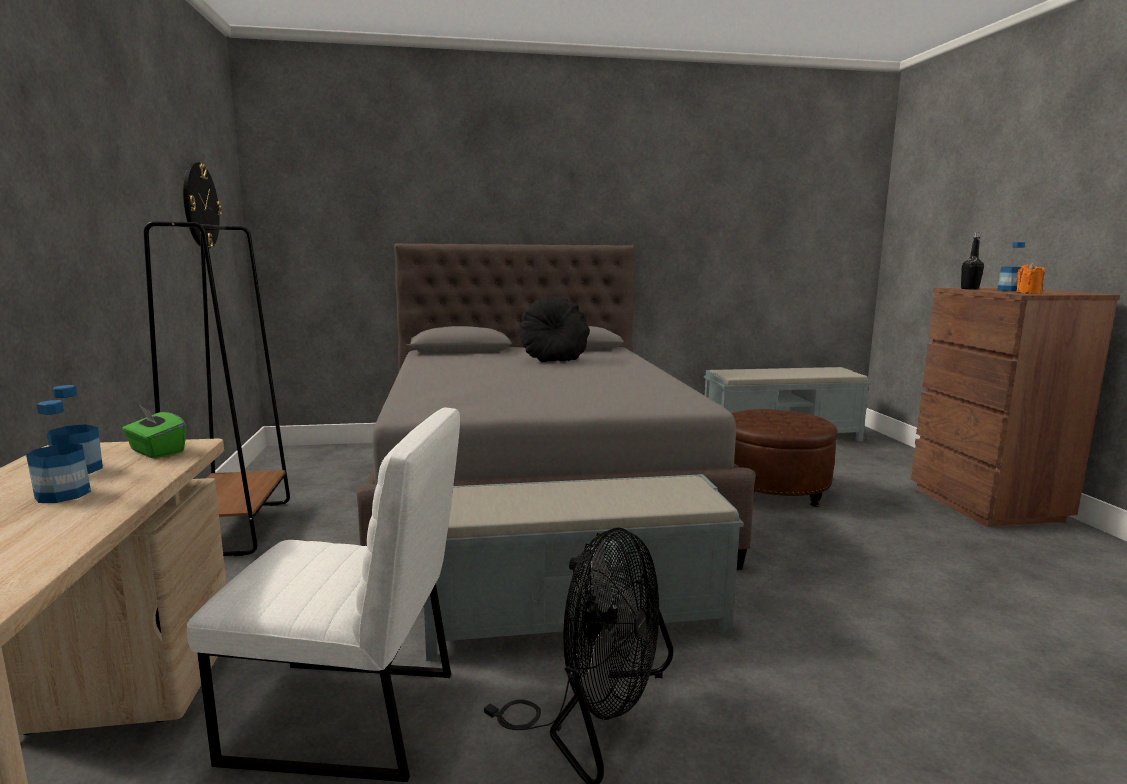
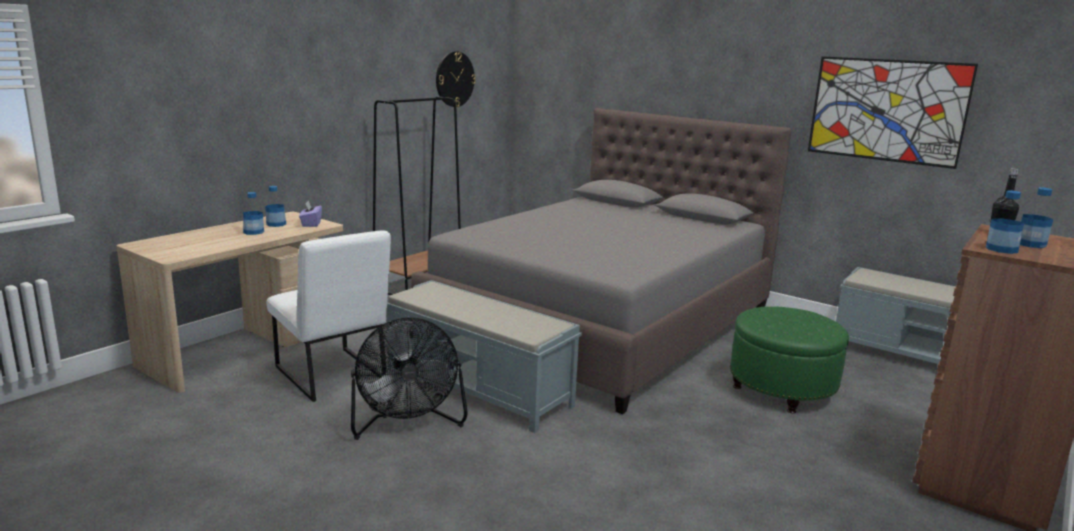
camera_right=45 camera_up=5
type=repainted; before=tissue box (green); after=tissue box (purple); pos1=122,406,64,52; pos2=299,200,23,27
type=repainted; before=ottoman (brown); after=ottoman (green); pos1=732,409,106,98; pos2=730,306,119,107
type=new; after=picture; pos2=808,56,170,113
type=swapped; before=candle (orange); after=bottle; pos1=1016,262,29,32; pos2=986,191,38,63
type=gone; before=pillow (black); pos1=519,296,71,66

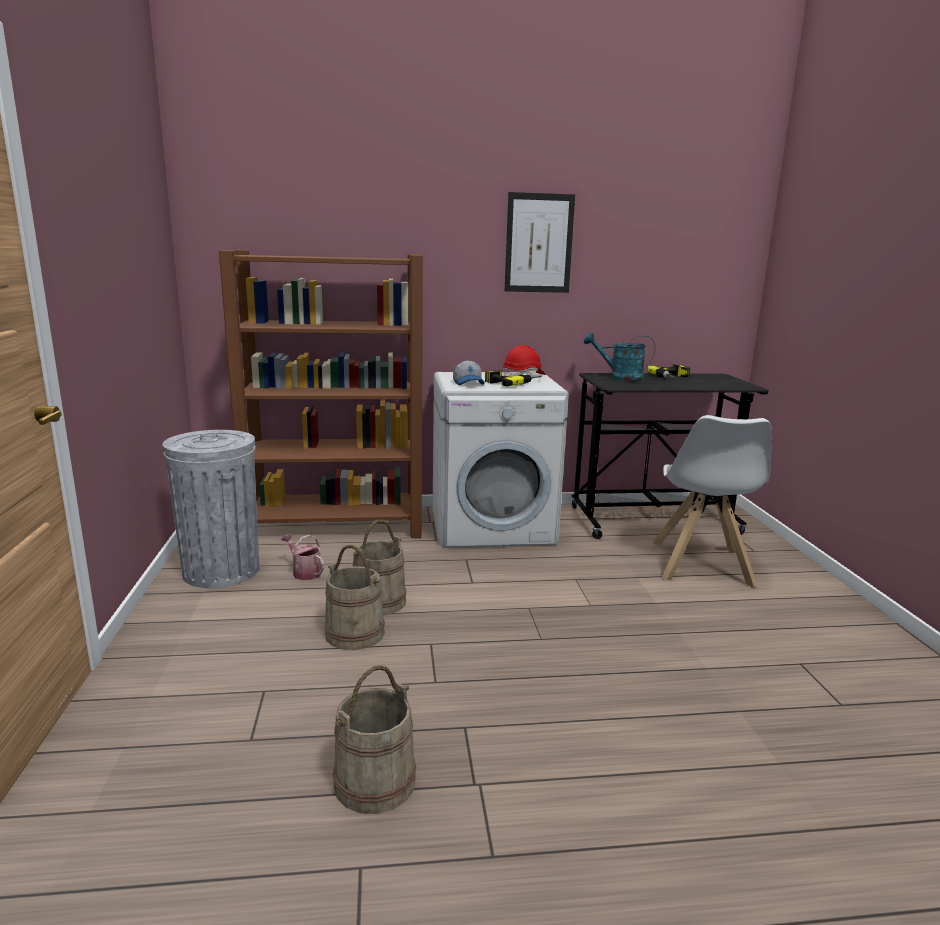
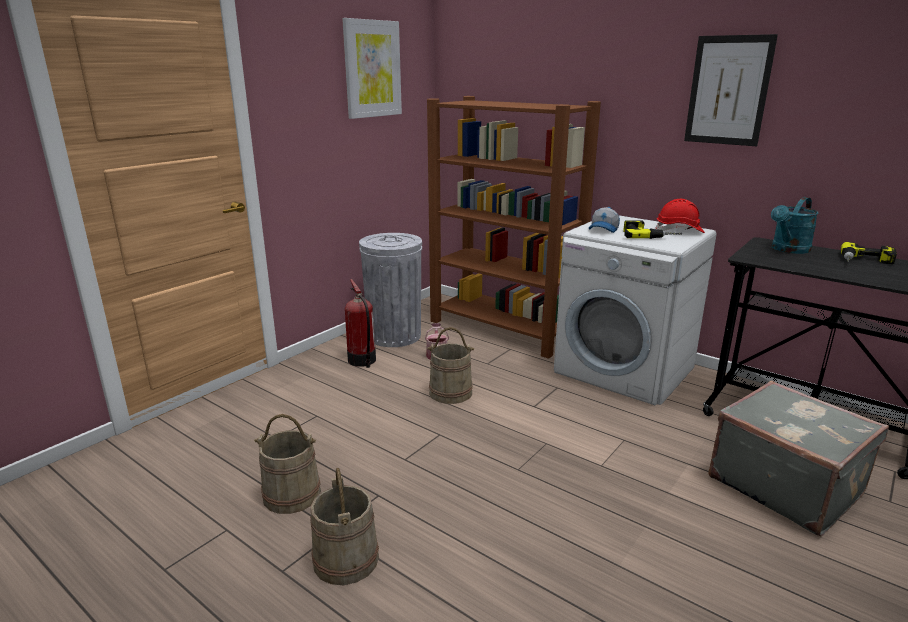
camera_right=45 camera_up=5
type=shifted; before=bucket (beige); pos1=324,545,61,105; pos2=310,468,69,117
type=new; after=picture; pos2=342,18,60,101
type=new; after=fire extinguisher; pos2=345,279,31,89
type=swapped; before=chair; after=suitcase (grey); pos1=652,415,120,173; pos2=708,381,181,155
type=rotated; before=watering can (turquoise); pos1=584,332,72,49; pos2=771,197,48,57; turn=-105

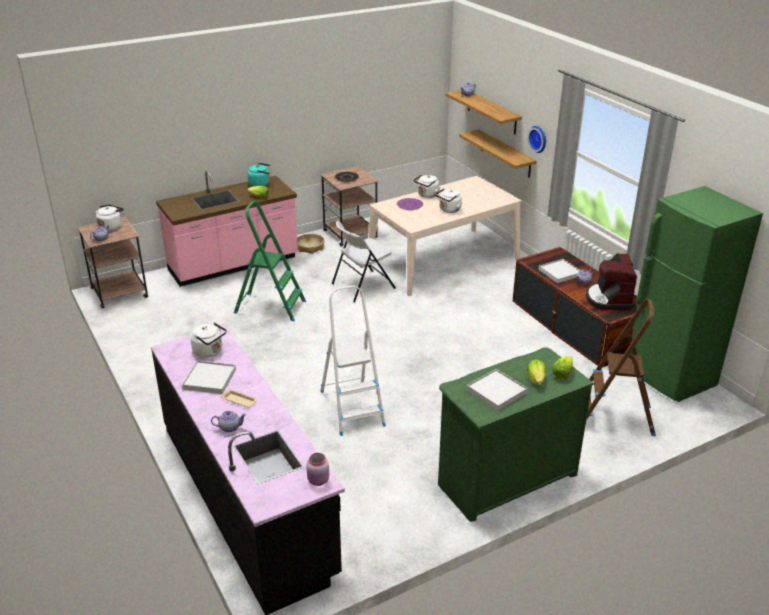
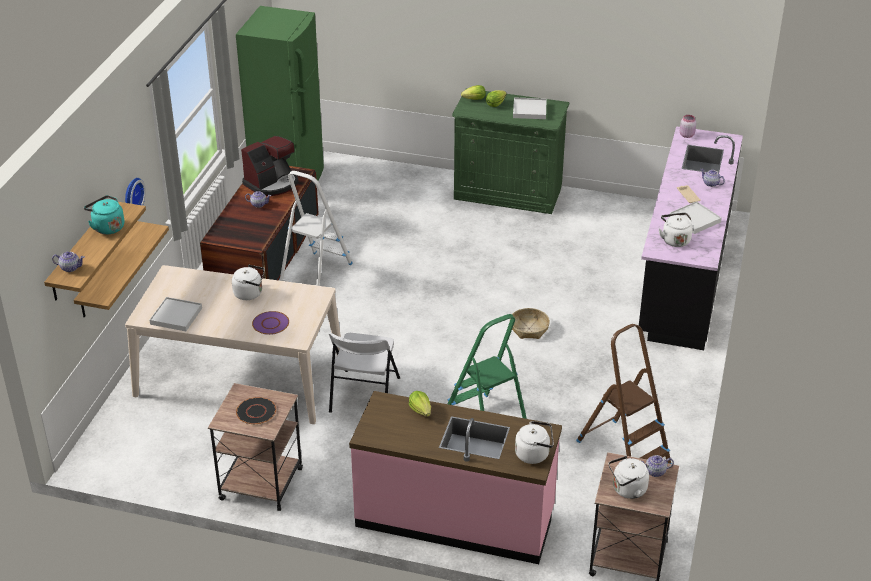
camera_right=-135 camera_up=5
type=shifted; before=kettle (turquoise); pos1=248,163,23,24; pos2=84,195,41,40
type=shifted; before=tray (white); pos1=538,259,42,24; pos2=149,297,53,34
type=shifted; before=step ladder (white); pos1=321,285,65,151; pos2=279,171,74,115
type=rotated; before=chair (white); pos1=332,221,64,82; pos2=329,333,71,80; turn=90
type=shifted; before=basket; pos1=297,234,28,20; pos2=510,308,40,31
type=shifted; before=kettle (white); pos1=414,174,26,24; pos2=515,421,39,43
type=shifted; before=step ladder (brown); pos1=586,299,70,137; pos2=576,324,96,140

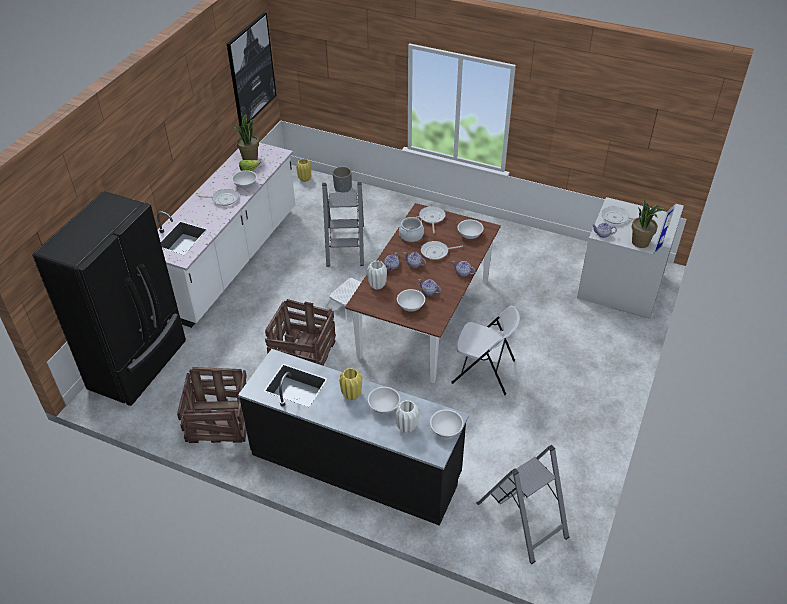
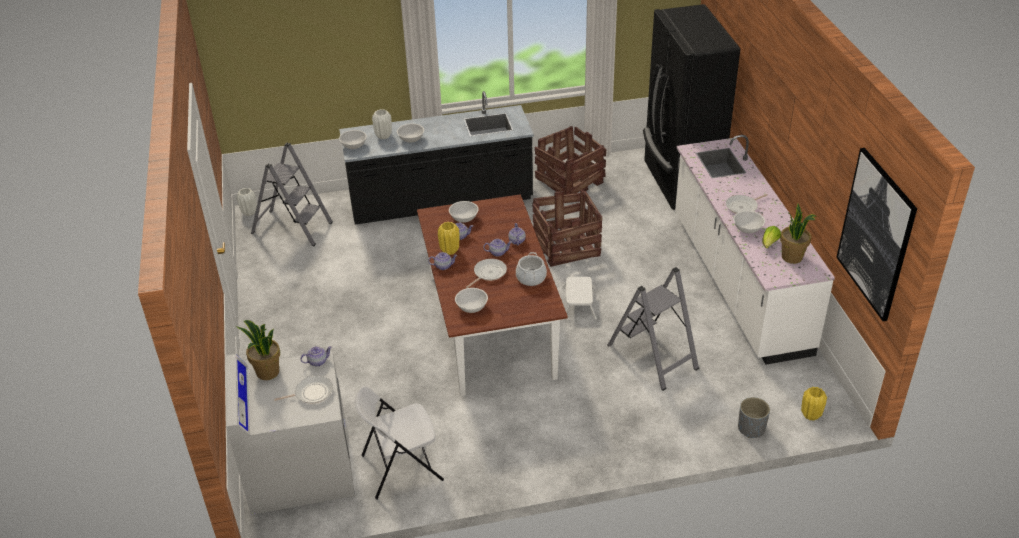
camera_right=145 camera_up=-5
type=shifted; before=vase (white); pos1=367,261,20,29; pos2=237,188,20,28
type=shifted; before=chair (white); pos1=452,306,68,89; pos2=355,386,89,114
type=shifted; before=vase (yellow); pos1=339,368,23,32; pos2=438,222,21,33
type=gone; before=frying pan; pos1=419,206,27,27

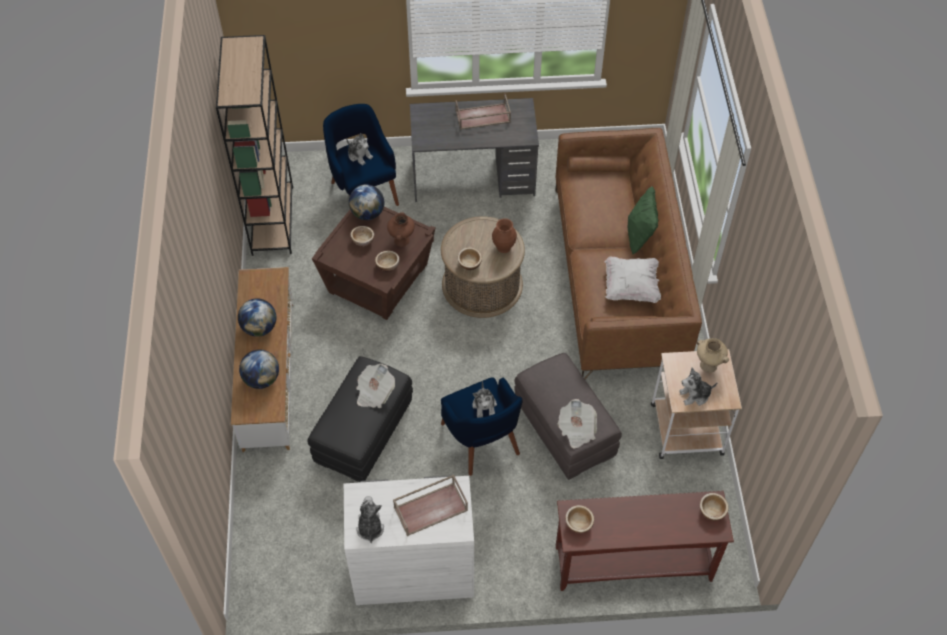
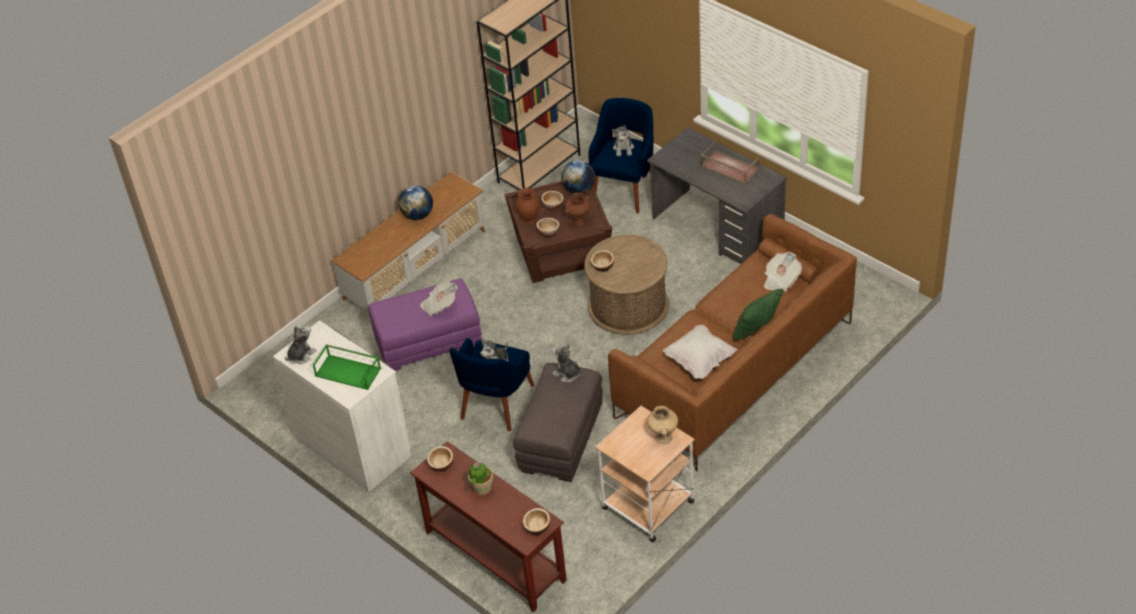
camera_right=50 camera_up=-10
type=repainted; before=tray (brown); after=tray (green); pos1=393,475,75,61; pos2=313,344,68,46
type=repainted; before=ottoman (black); after=ottoman (purple); pos1=308,356,105,126; pos2=368,278,114,93
type=new; after=potted plant; pos2=468,462,25,33
type=shifted; before=vase (brown); pos1=492,218,25,35; pos2=516,188,24,35
type=shifted; before=plush toy; pos1=679,367,38,39; pos2=552,343,32,39
type=shifted; before=newspaper; pos1=558,399,39,50; pos2=764,252,38,40
type=gone; before=globe; pos1=239,350,40,39

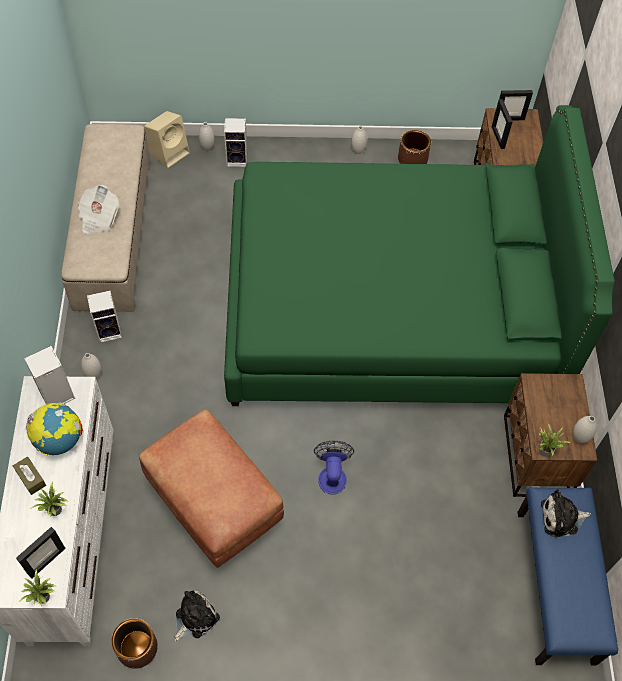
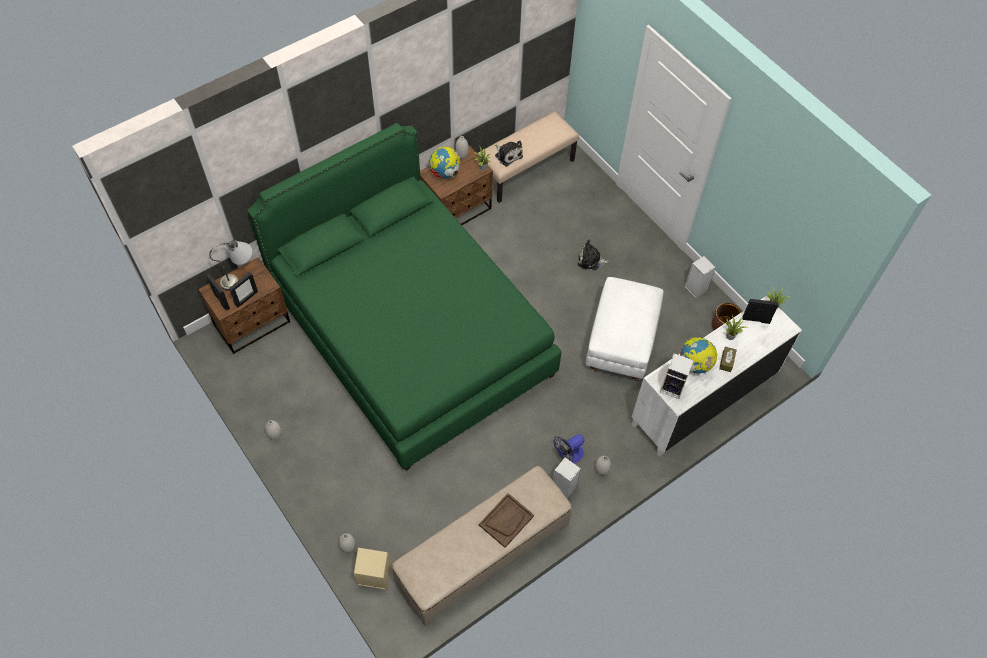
camera_right=-125 camera_up=0
type=new; after=table lamp (grey); pos2=209,240,43,51
type=new; after=globe; pos2=429,147,31,31
type=repainted; before=bench (blue); after=bench (beige); pos1=518,487,100,178; pos2=478,112,101,91
type=swapped; before=newspaper; after=tray (brown); pos1=78,185,41,49; pos2=479,493,55,55
type=shifted; before=fan; pos1=314,441,40,54; pos2=554,434,30,29
type=shifted; before=plush toy; pos1=174,591,46,50; pos2=578,240,32,30
type=repainted; before=ottoman (brown); after=ottoman (white); pos1=139,409,145,159; pos2=586,277,78,104
type=shifted; before=speaker; pos1=224,118,23,49; pos2=685,256,31,42
type=gone; before=planter (brown); pos1=398,130,33,34

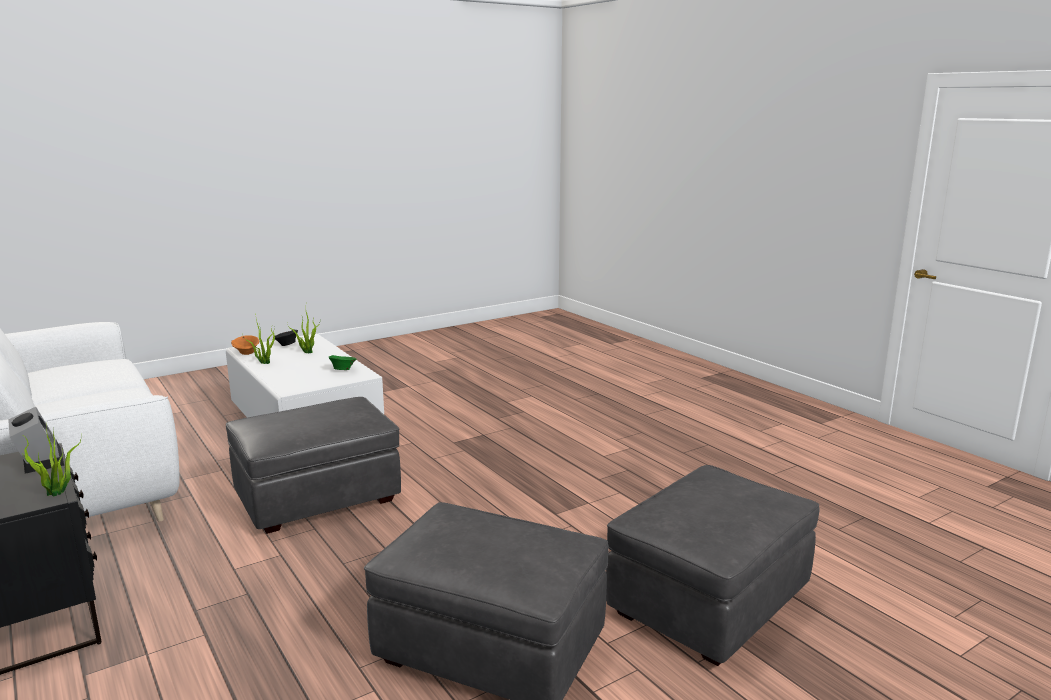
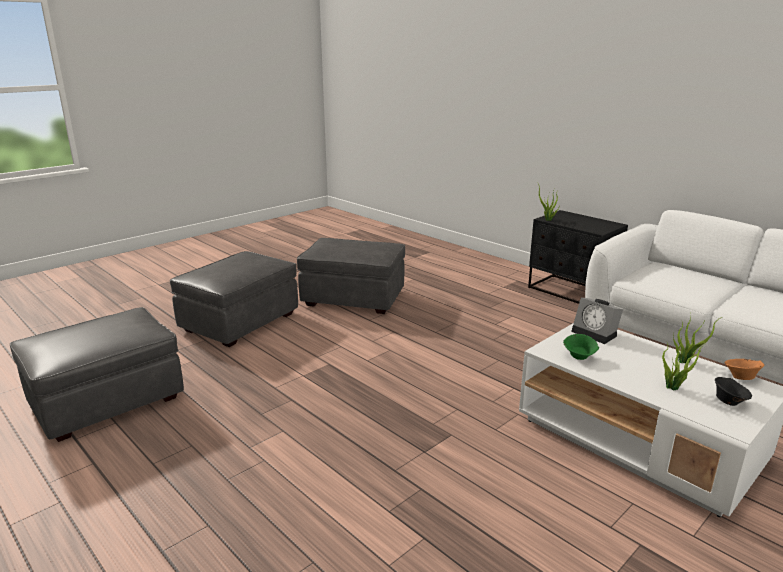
camera_right=170 camera_up=5
type=shifted; before=ottoman (grey); pos1=226,397,175,137; pos2=10,307,174,135
type=shifted; before=alarm clock; pos1=8,407,56,67; pos2=571,298,52,46

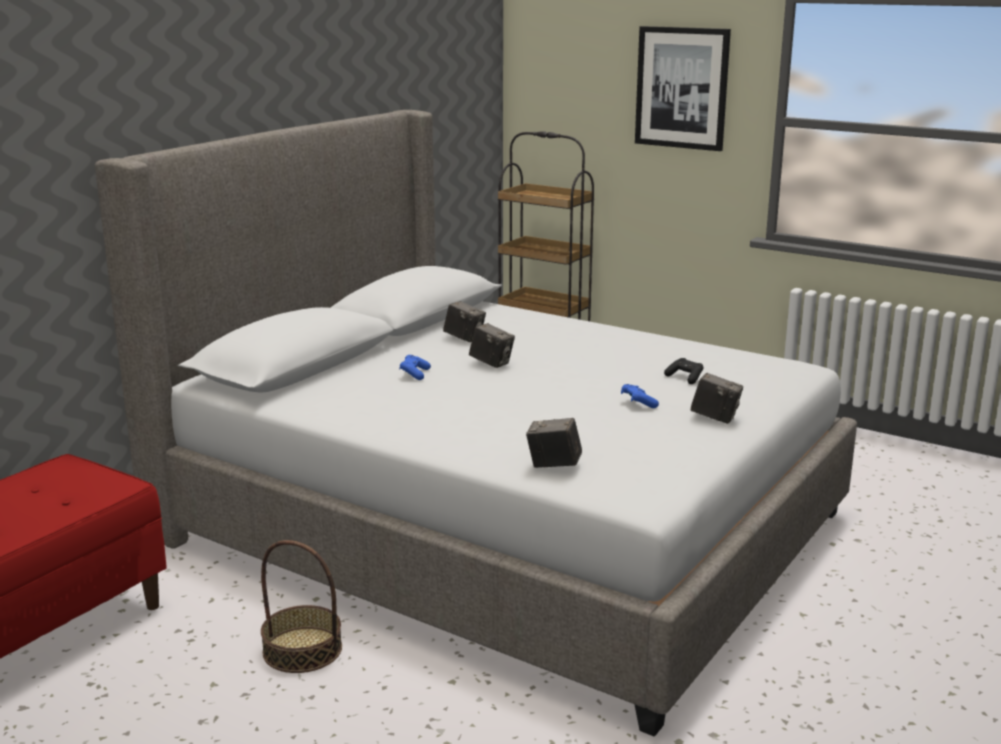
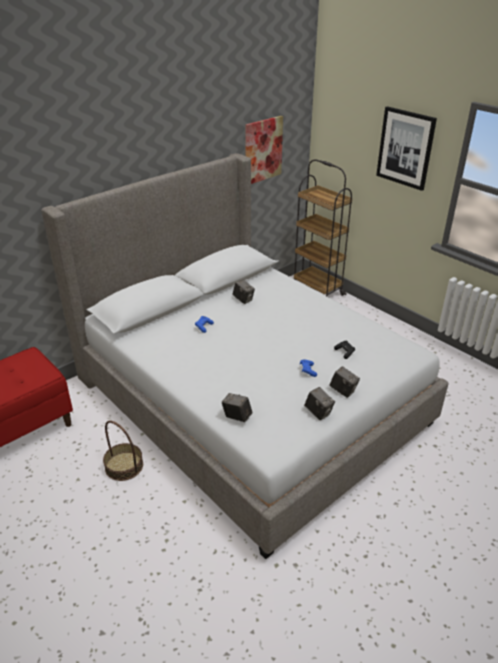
camera_right=15 camera_up=15
type=new; after=picture; pos2=245,116,38,68
type=shifted; before=photo camera; pos1=469,323,46,45; pos2=304,387,31,33

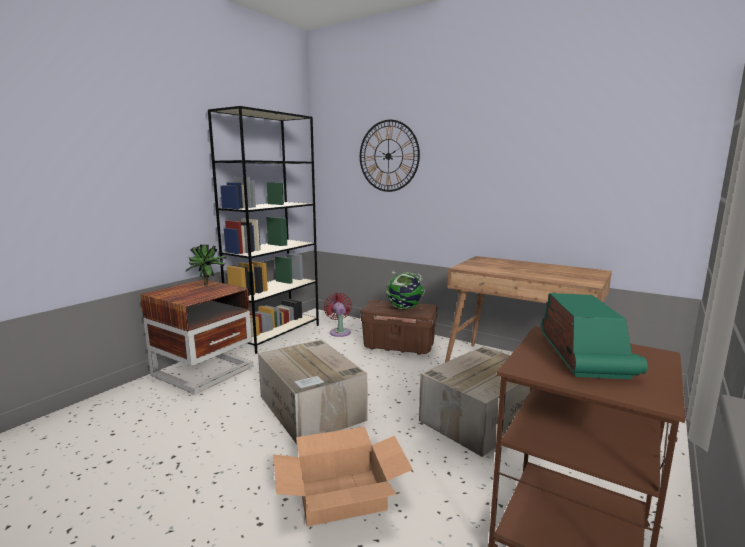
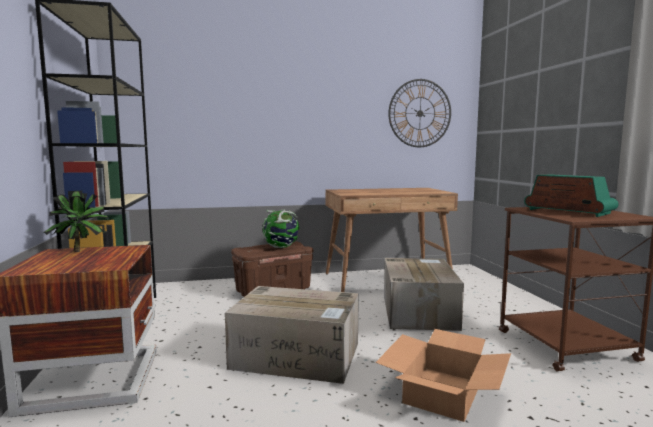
camera_right=-45 camera_up=-5
type=shifted; before=wall clock; pos1=360,120,60,72; pos2=388,79,63,68
type=gone; before=fan (red); pos1=324,293,28,44

